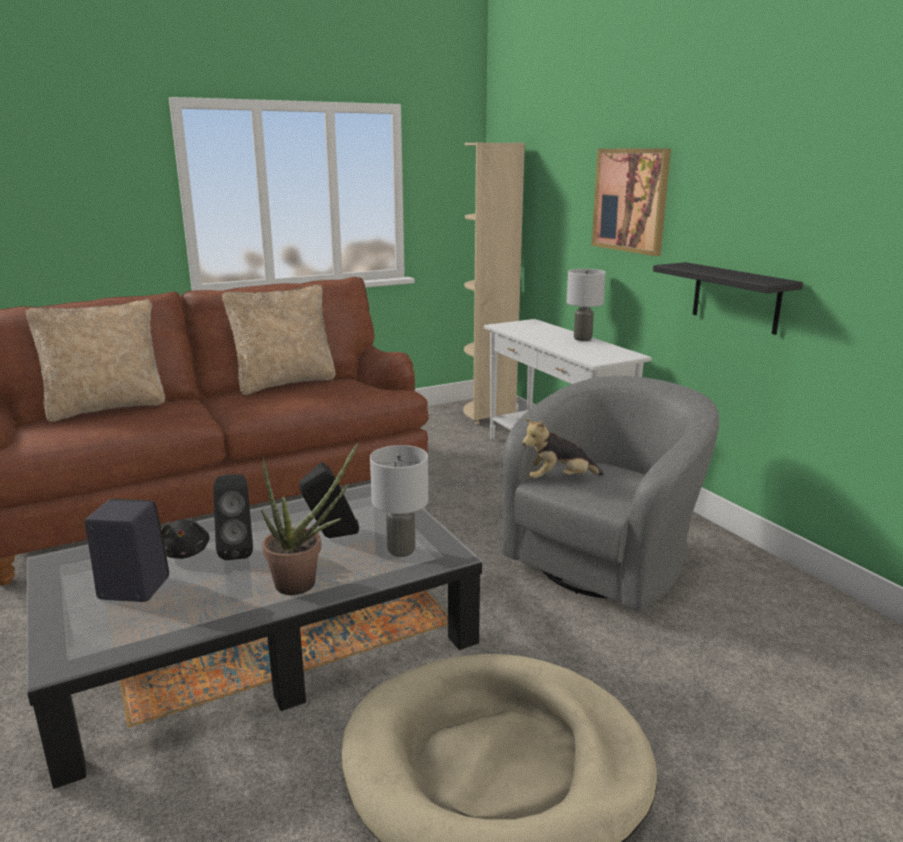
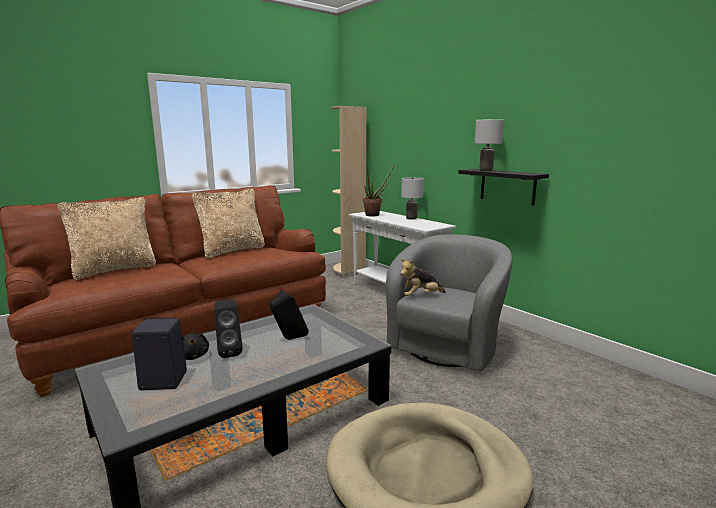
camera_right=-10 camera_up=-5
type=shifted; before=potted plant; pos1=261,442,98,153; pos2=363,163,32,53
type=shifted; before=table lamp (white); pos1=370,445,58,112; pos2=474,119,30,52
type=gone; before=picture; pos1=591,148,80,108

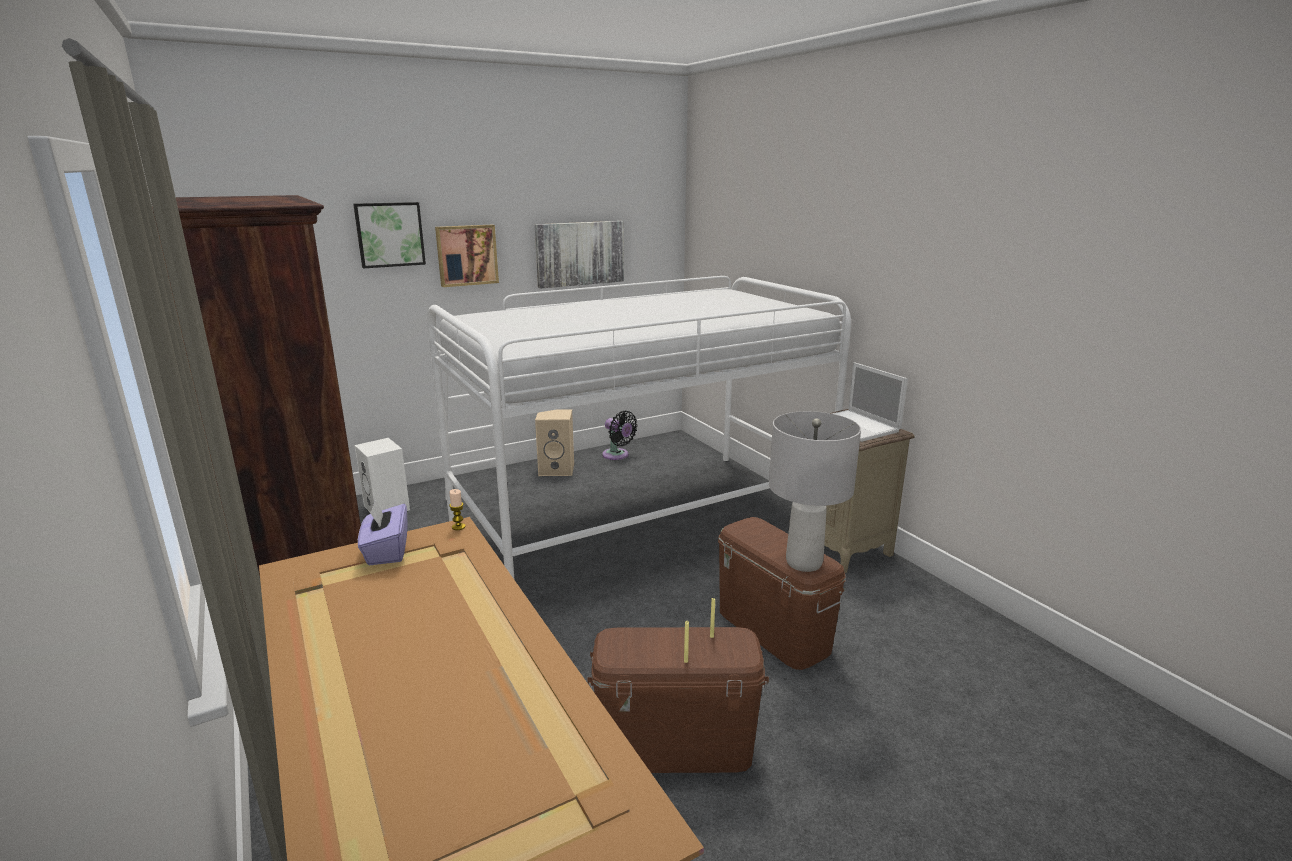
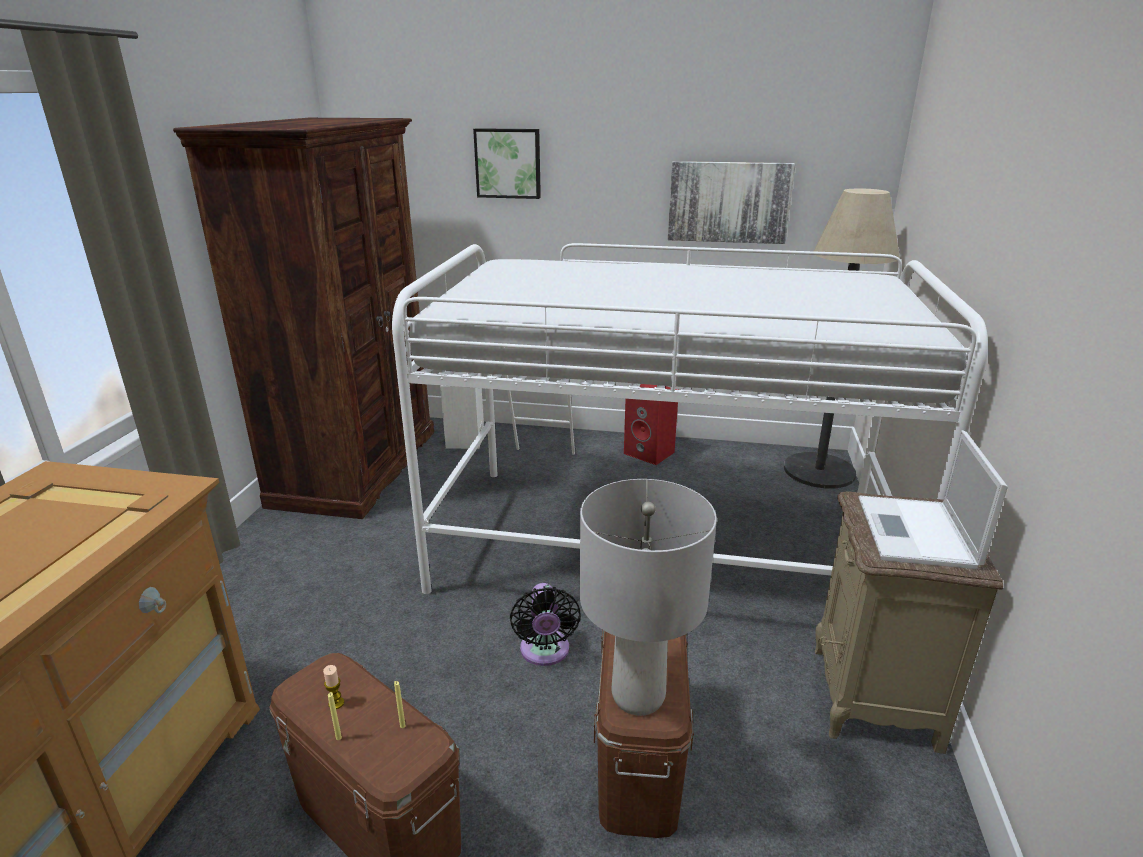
camera_right=40 camera_up=5
type=shifted; before=candle; pos1=449,489,16,41; pos2=323,665,21,44
type=shifted; before=fan (black); pos1=602,411,36,49; pos2=510,583,71,83
type=repainted; before=speaker (beige); after=speaker (red); pos1=535,409,39,67; pos2=624,384,54,81
type=new; after=floor lamp; pos2=784,189,116,299
type=gone; before=tissue box (purple); pos1=358,499,50,66
type=gone; before=picture; pos1=435,225,64,62

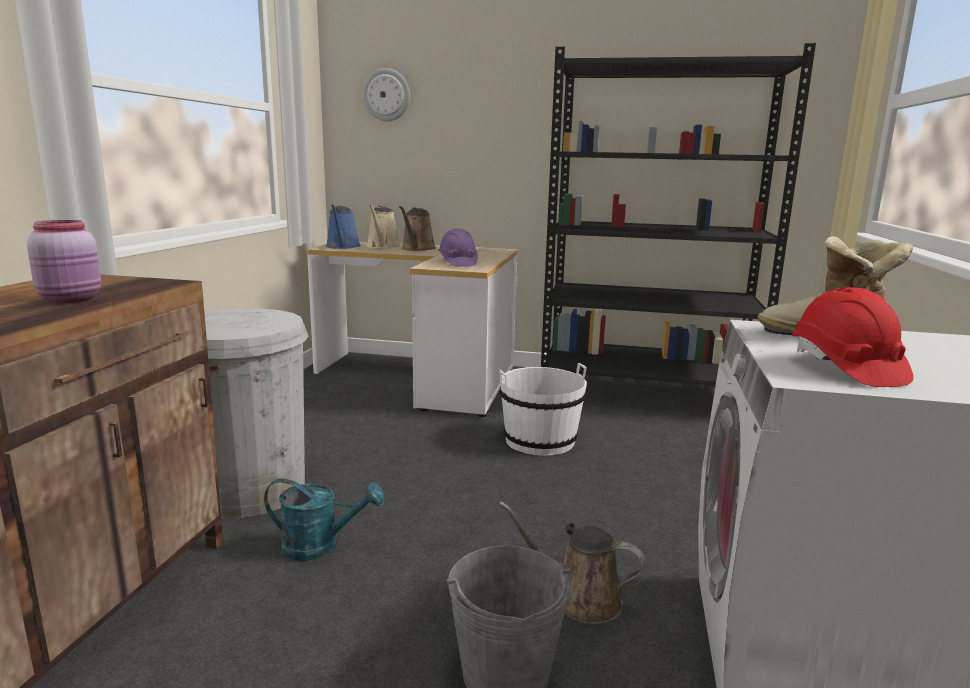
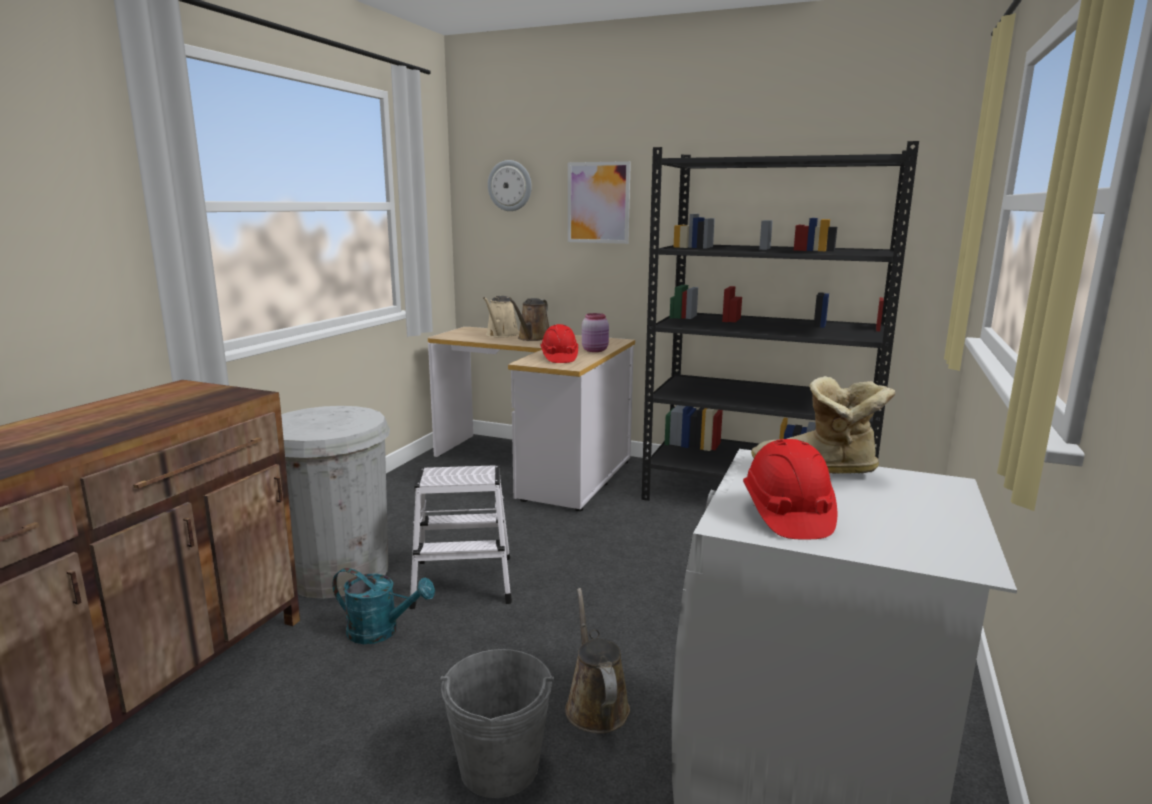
camera_right=10 camera_up=0
type=new; after=step ladder (white); pos2=409,465,103,144
type=repainted; before=hard hat (purple); after=hard hat (red); pos1=438,229,40,38; pos2=540,324,38,39
type=rotated; before=watering can (brown); pos1=499,501,146,123; pos2=565,588,65,145; turn=45
type=new; after=picture; pos2=568,161,63,83
type=shifted; before=jar (pink); pos1=27,220,74,83; pos2=582,313,27,39
type=gone; before=watering can (blue); pos1=326,204,35,45
type=gone; before=bucket (white); pos1=499,363,88,93

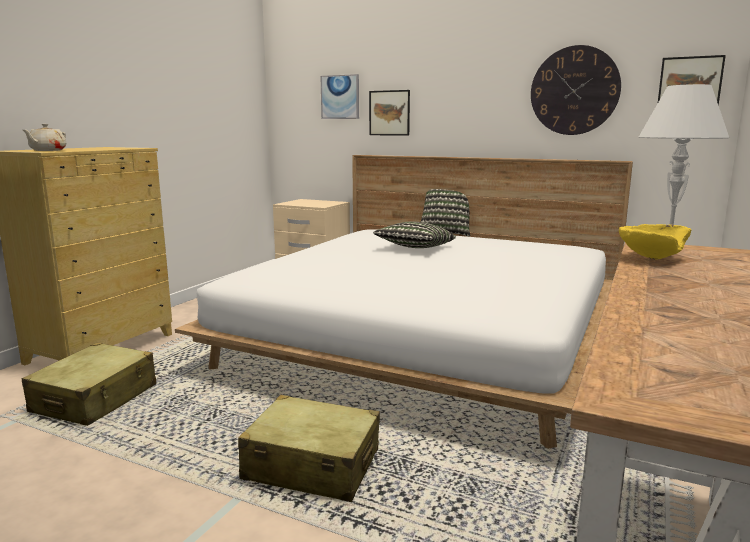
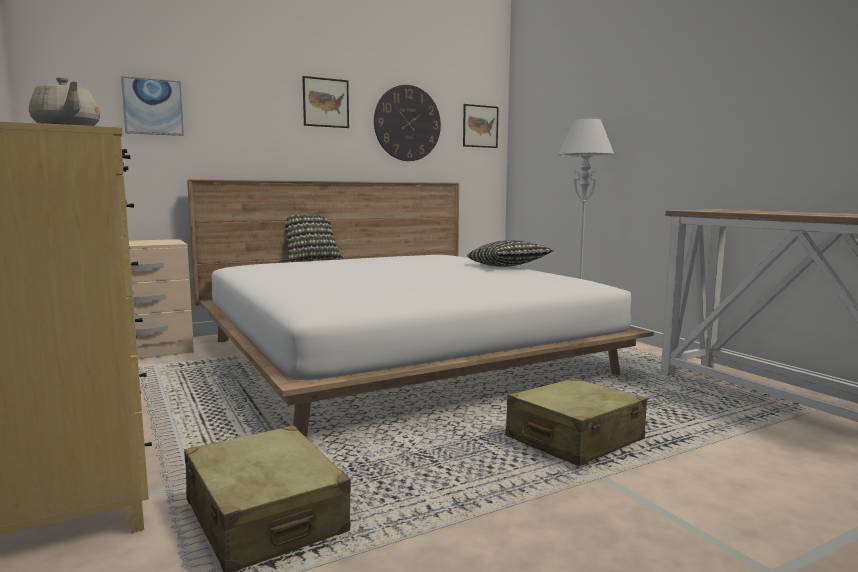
camera_right=-55 camera_up=-5
type=shifted; before=picture; pos1=369,90,41,46; pos2=302,76,47,52
type=shifted; before=pillow; pos1=373,221,83,27; pos2=467,240,87,27
type=gone; before=bowl (yellow); pos1=619,224,72,36

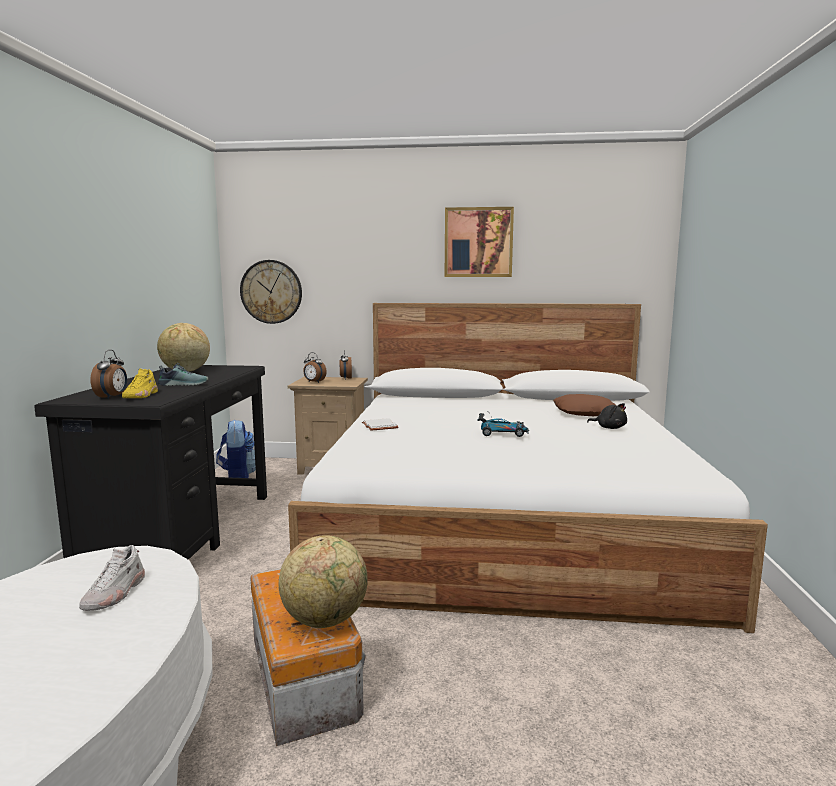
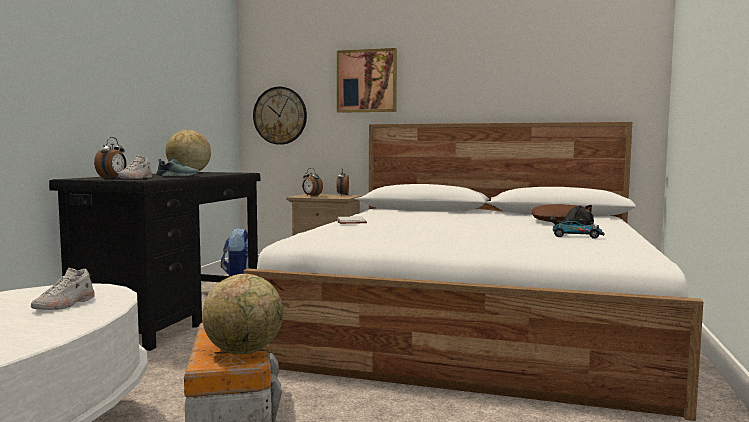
camera_right=10 camera_up=-5
type=repainted; before=shoe (yellow); after=shoe (white); pos1=122,368,36,30; pos2=118,155,34,24
type=shifted; before=picture; pos1=445,207,69,70; pos2=337,48,60,65
type=shifted; before=toy car; pos1=478,413,51,24; pos2=549,213,56,26

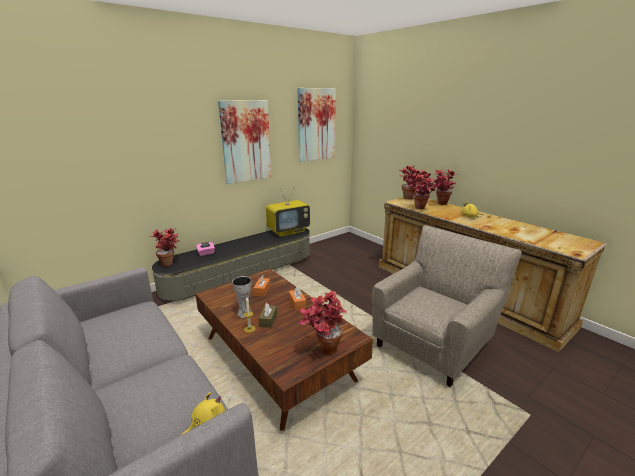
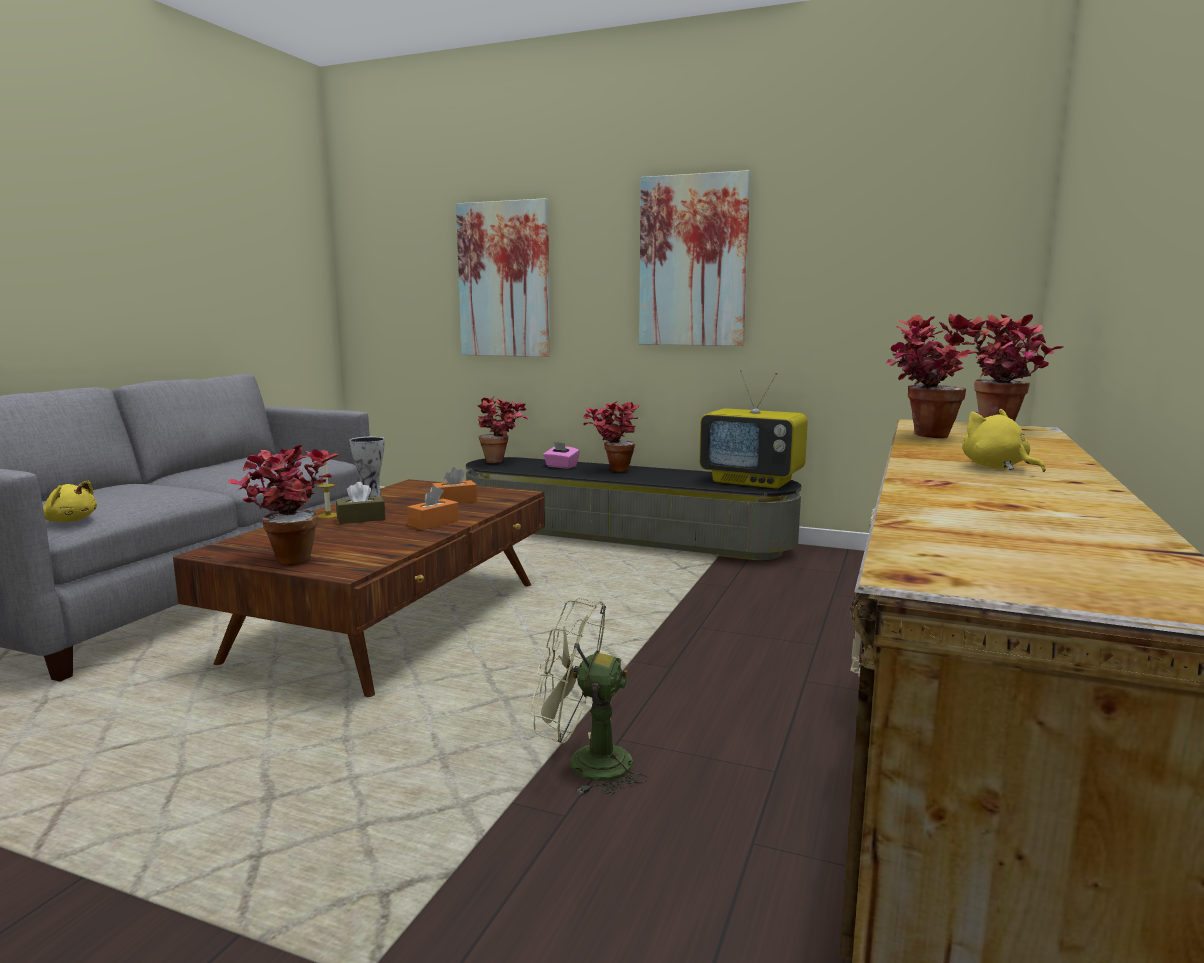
camera_right=60 camera_up=-10
type=shifted; before=picture; pos1=298,88,38,74; pos2=456,198,94,159
type=swapped; before=armchair (beige); after=fan (green); pos1=372,225,150,162; pos2=531,598,117,197
type=shifted; before=potted plant; pos1=434,170,22,35; pos2=583,401,56,71

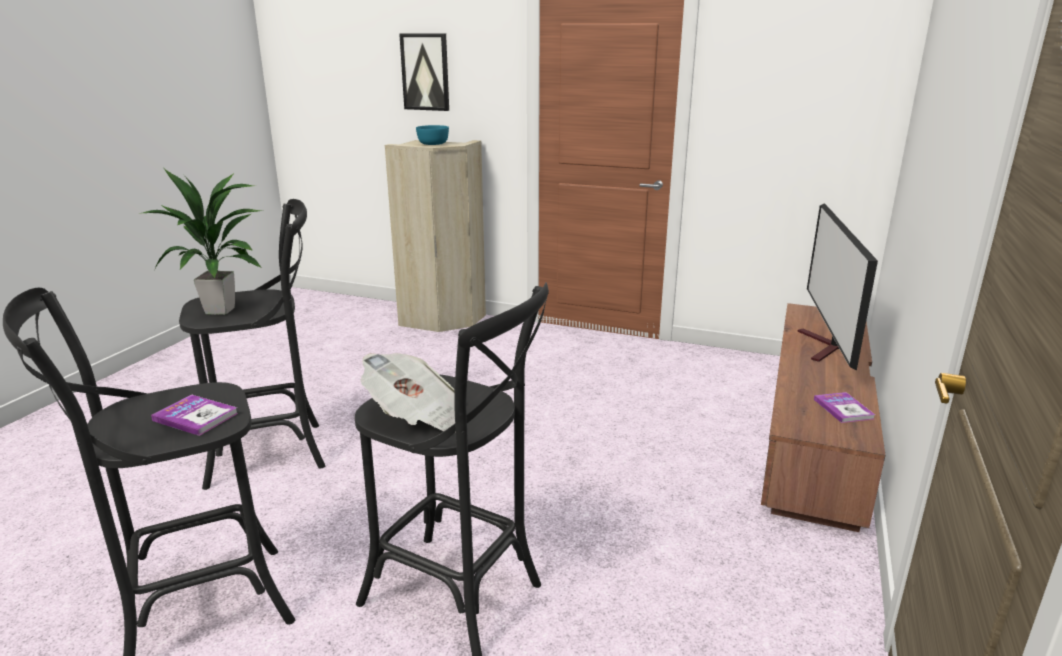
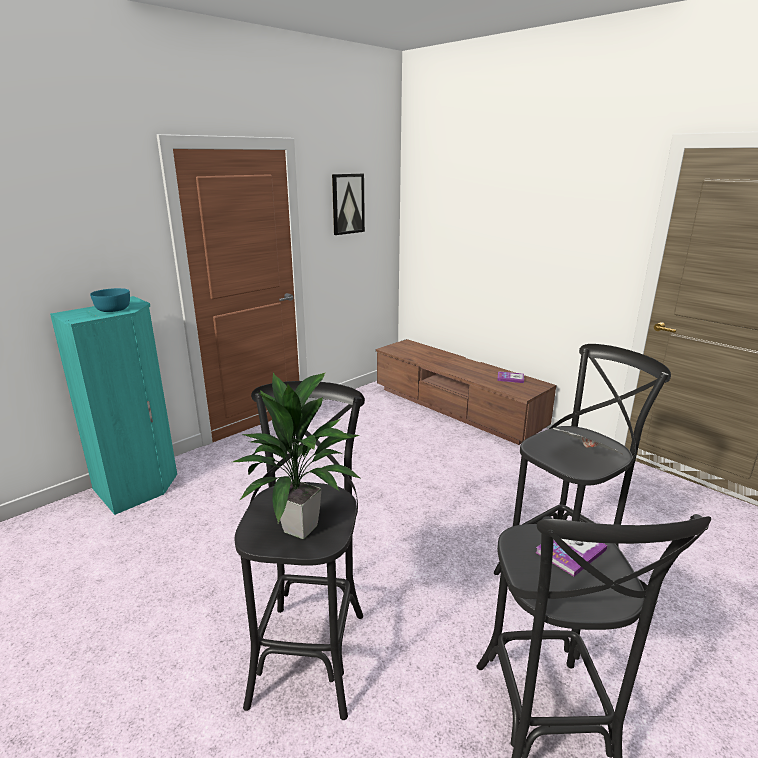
camera_right=-65 camera_up=0
type=repainted; before=cabinet (beige); after=cabinet (turquoise); pos1=385,140,101,192; pos2=50,296,127,219
type=shifted; before=picture; pos1=399,33,50,78; pos2=332,174,33,61
type=gone; before=television; pos1=797,203,81,168

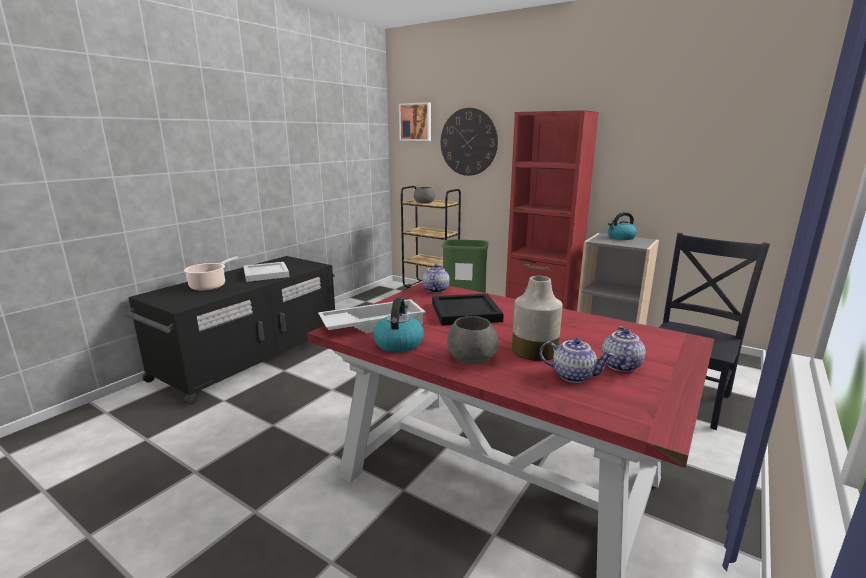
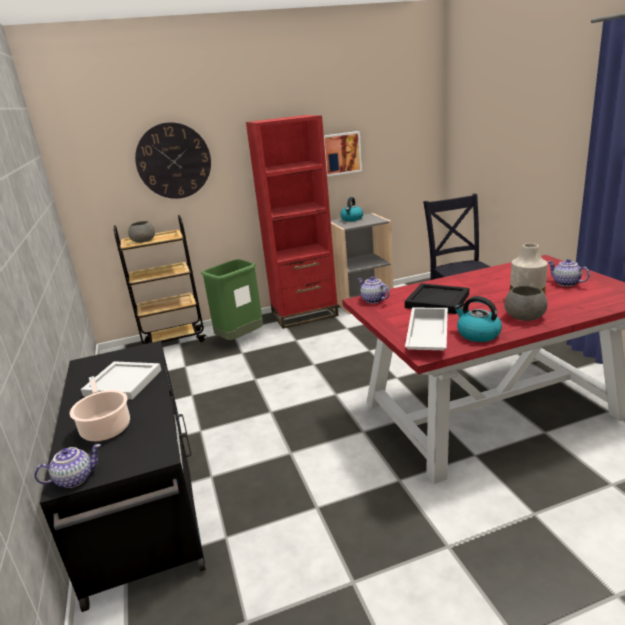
camera_right=-50 camera_up=5
type=shifted; before=teapot; pos1=540,338,74,45; pos2=34,444,67,44
type=shifted; before=picture; pos1=399,102,32,39; pos2=324,131,38,45

